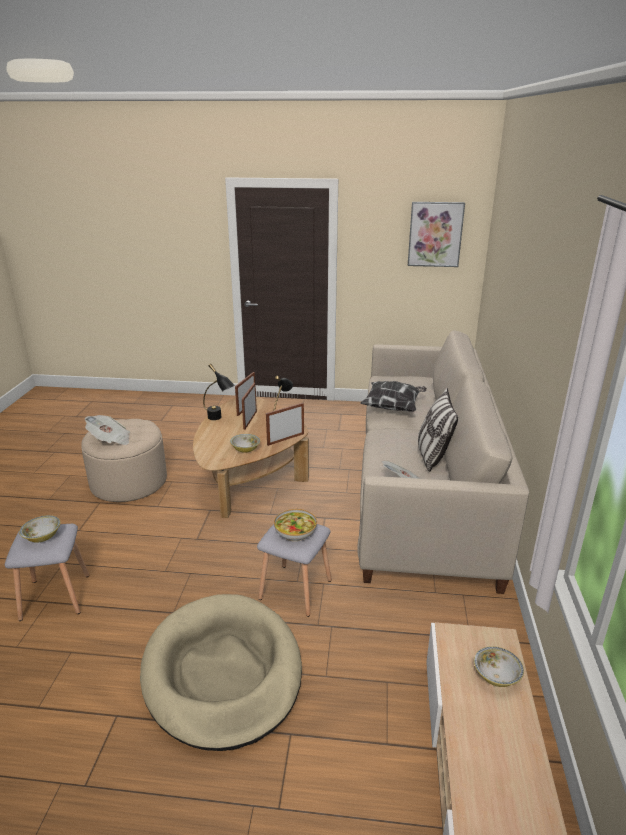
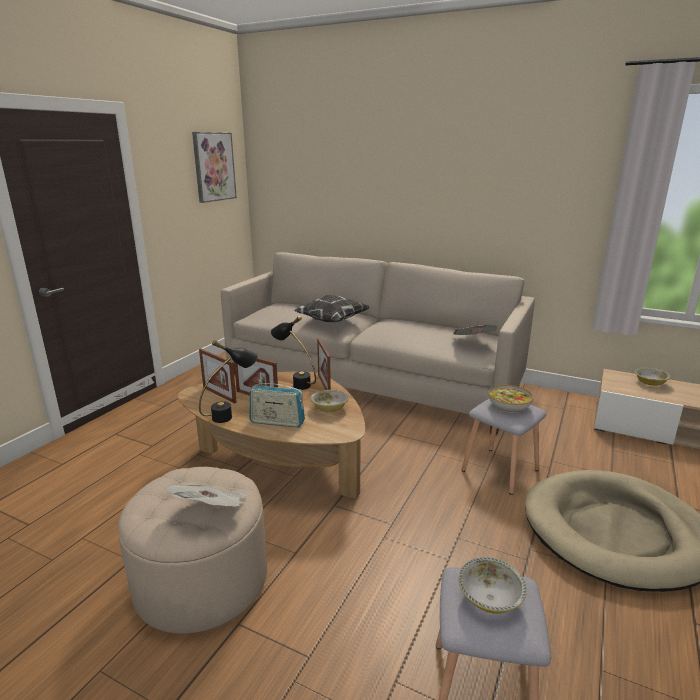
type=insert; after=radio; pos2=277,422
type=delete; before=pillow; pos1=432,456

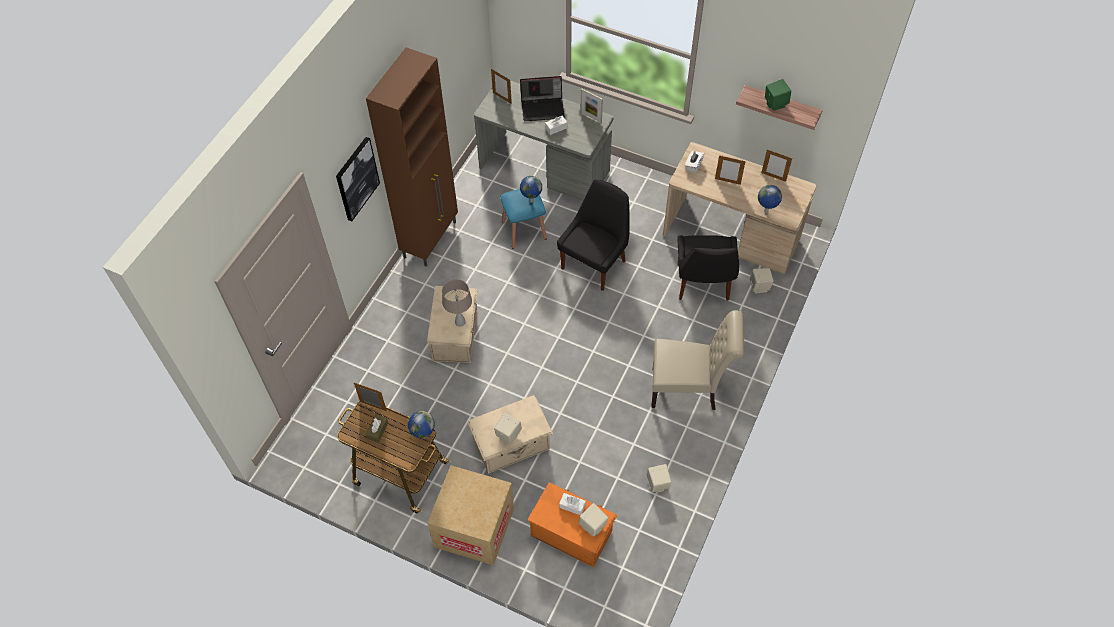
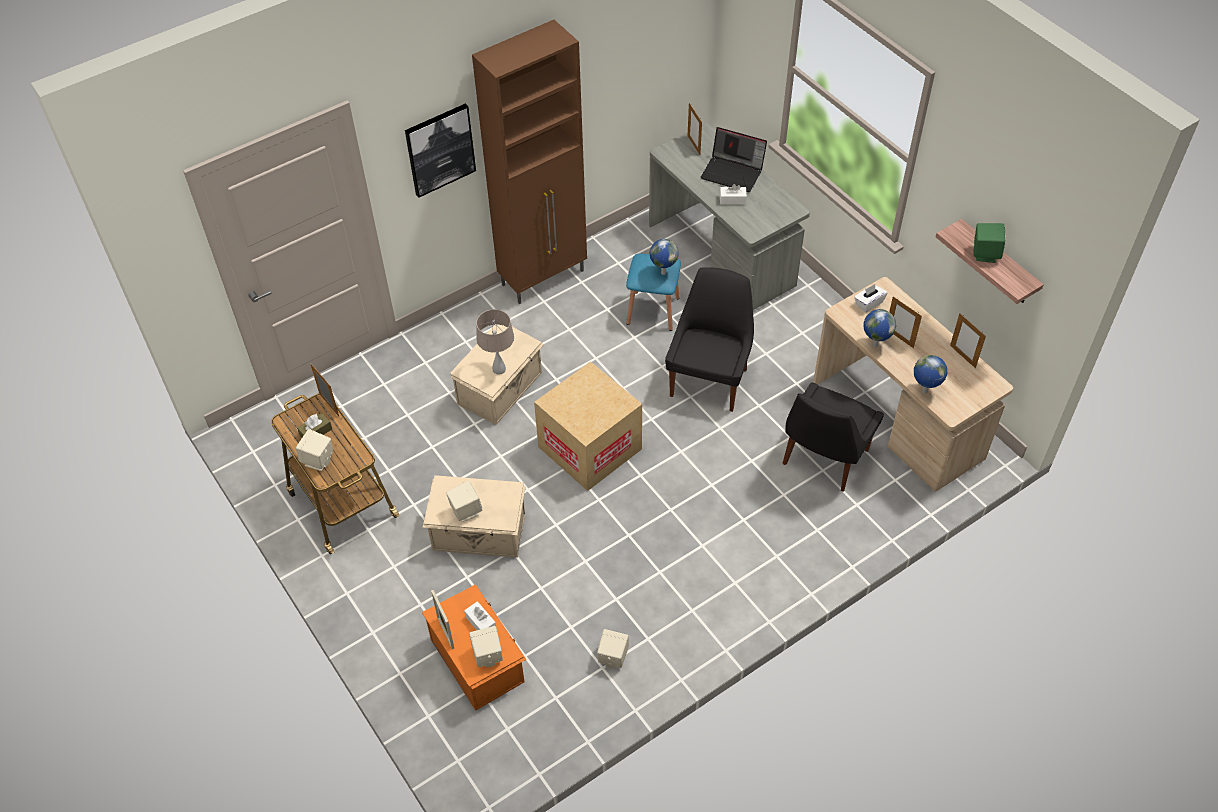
type=move; before=beige speaker; pos1=759,287; pos2=318,460
type=move; before=picture frame; pos1=590,118; pos2=445,633
type=move; before=cardboard box; pos1=474,527; pos2=590,448
type=rotate; before=black chair; pos1=595,263; pos2=709,380; turn=-45
type=move; before=globe; pos1=423,436; pos2=874,345
type=delete; before=beige chair; pos1=688,389

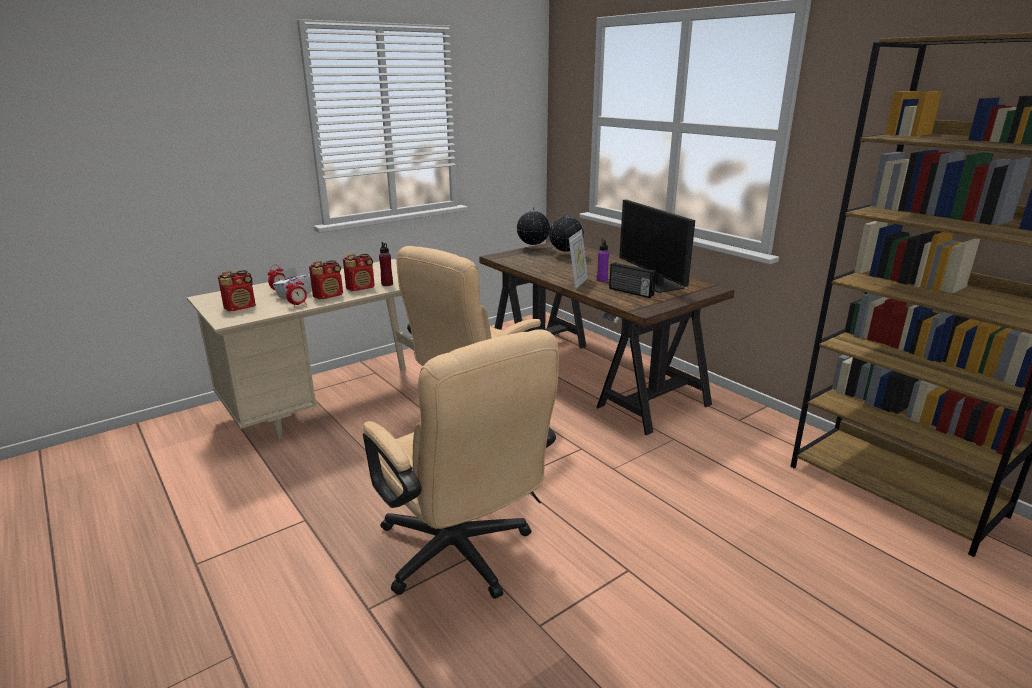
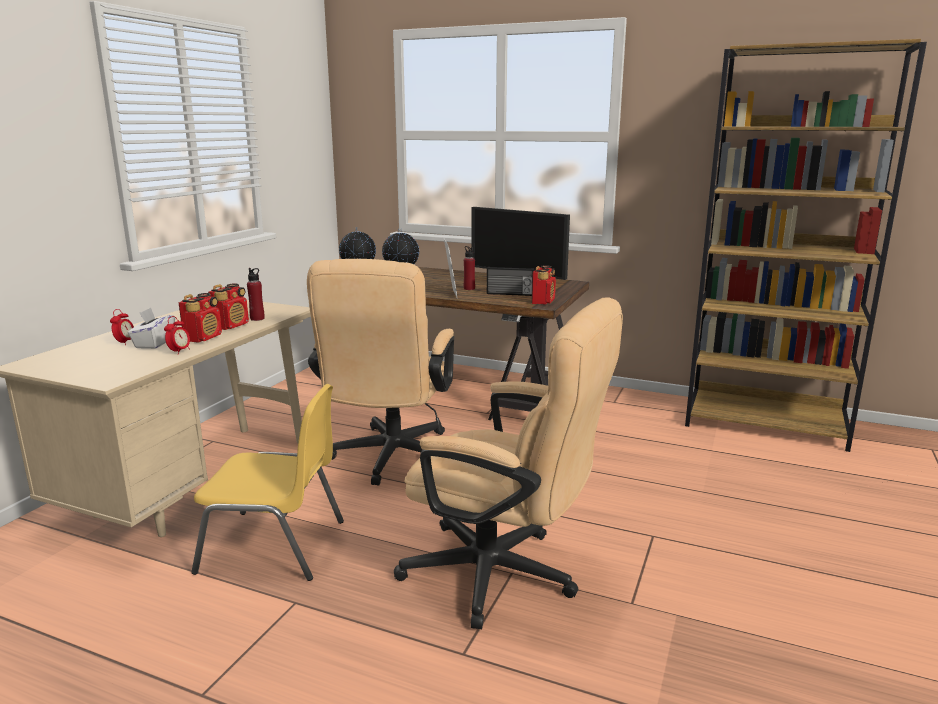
type=insert; after=yellow chair; pos2=275,546
type=recolor; before=purple bottle; after=red bottle; pos1=602,280; pos2=469,288
type=move; before=radio; pos1=241,307; pos2=543,301

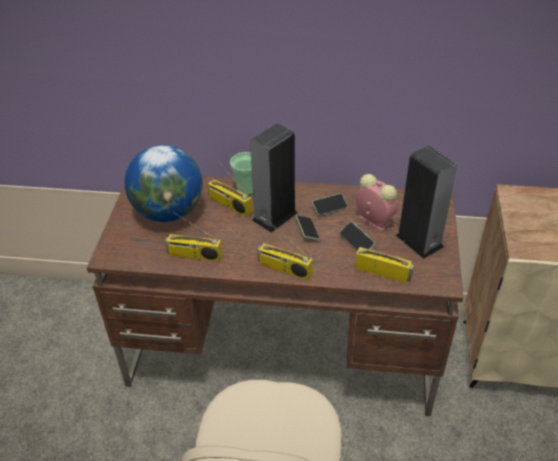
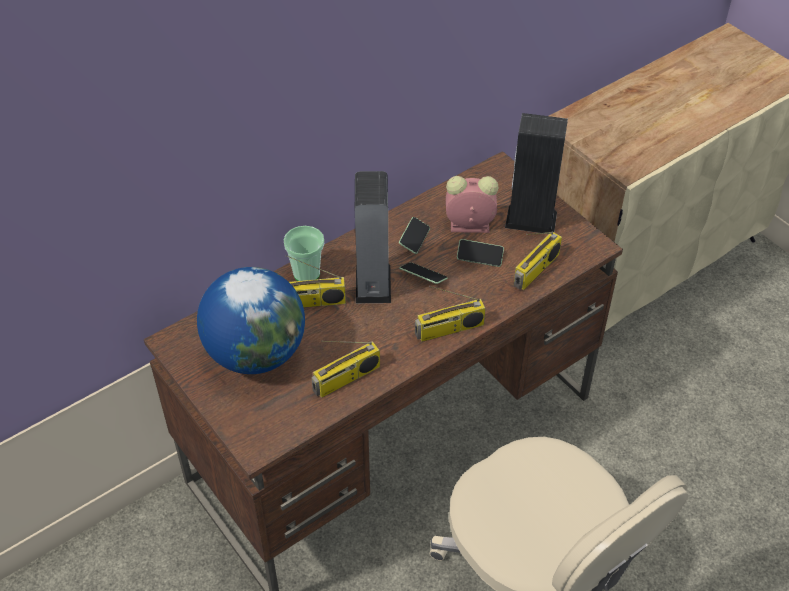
type=rotate; before=radio; pos1=383,272; pos2=536,270; turn=150

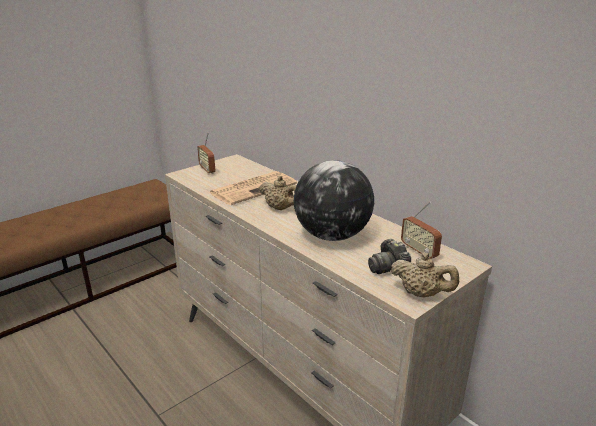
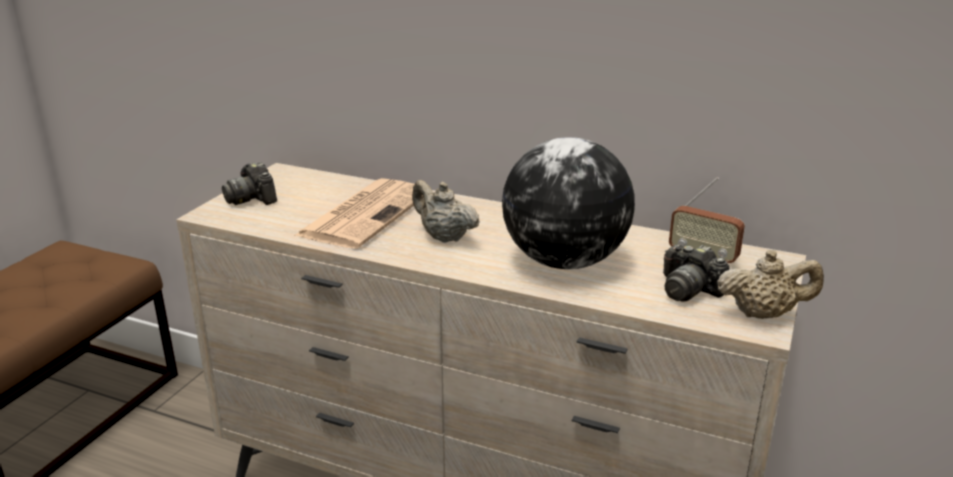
type=replace; before=radio; after=photo camera; pos1=207,170; pos2=252,198
type=rotate; before=beige teapot; pos1=280,208; pos2=444,237; turn=-150

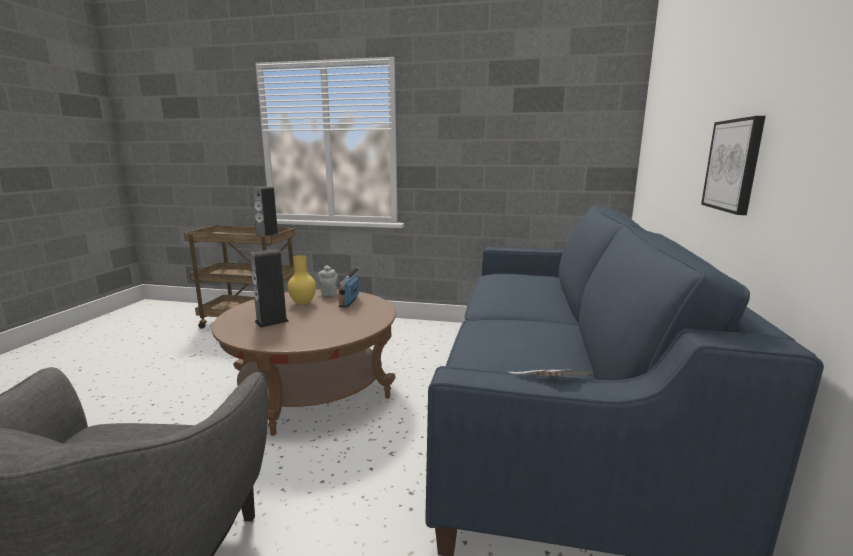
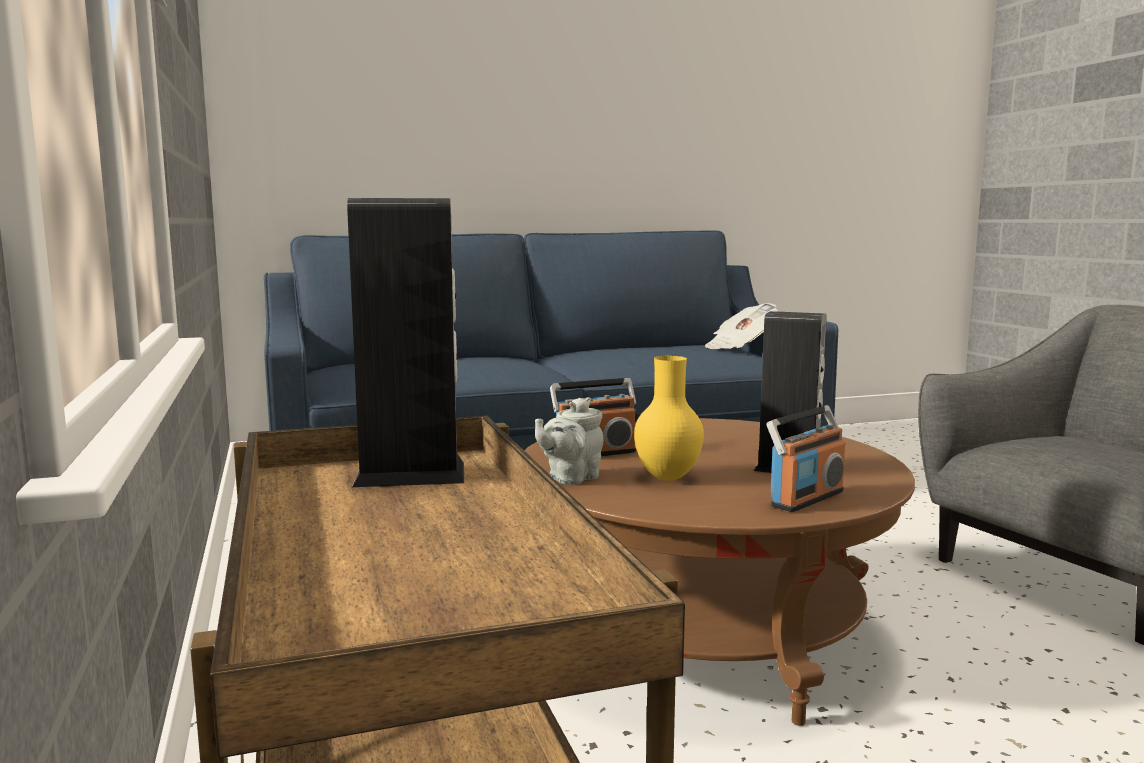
type=insert; after=radio; pos2=806,498
type=delete; before=picture; pos1=733,165

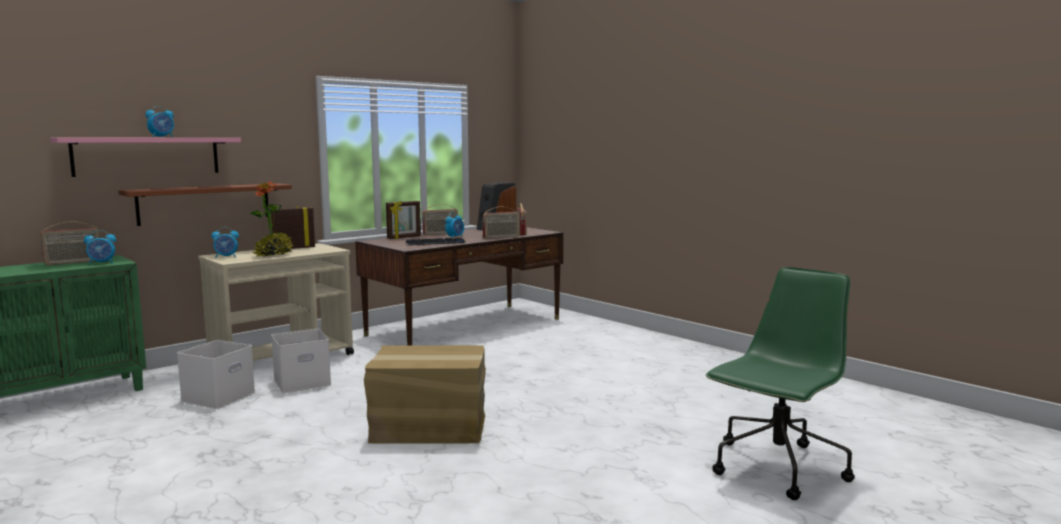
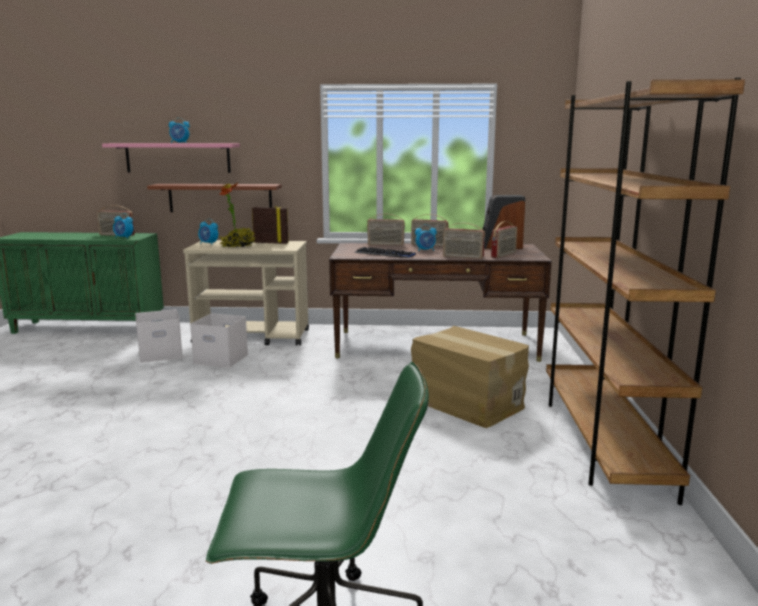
type=replace; before=picture frame; after=radio; pos1=404,237; pos2=385,244
type=move; before=cardboard box; pos1=428,428; pos2=466,403
type=insert; after=brown bookcase; pos2=602,441

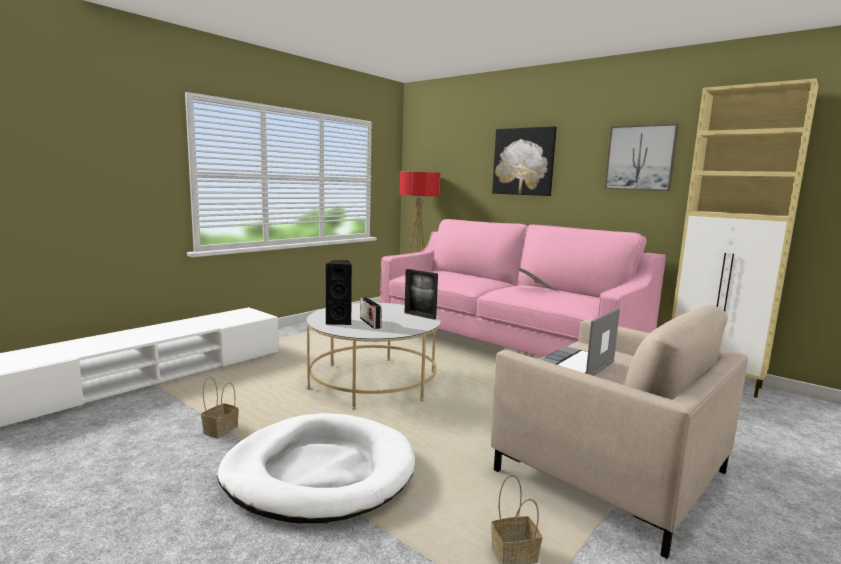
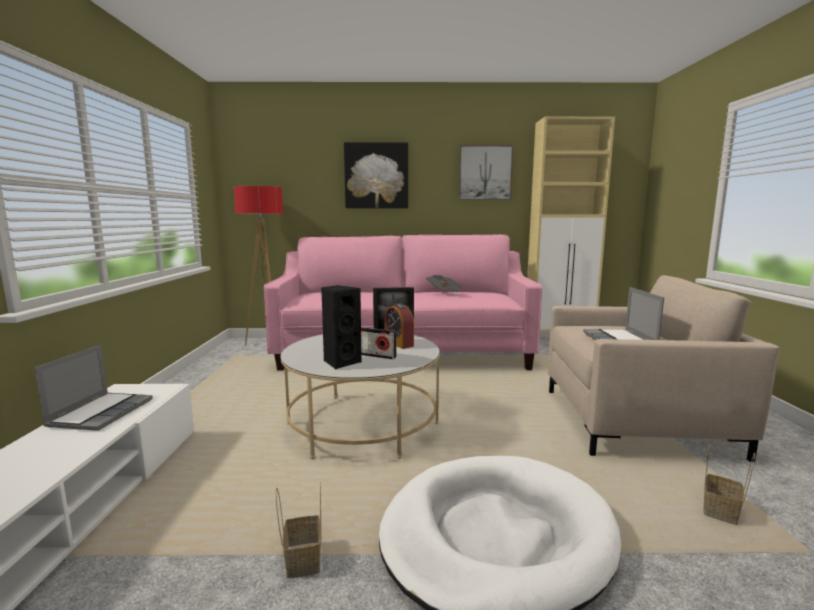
type=insert; after=laptop; pos2=101,412
type=insert; after=alarm clock; pos2=399,343

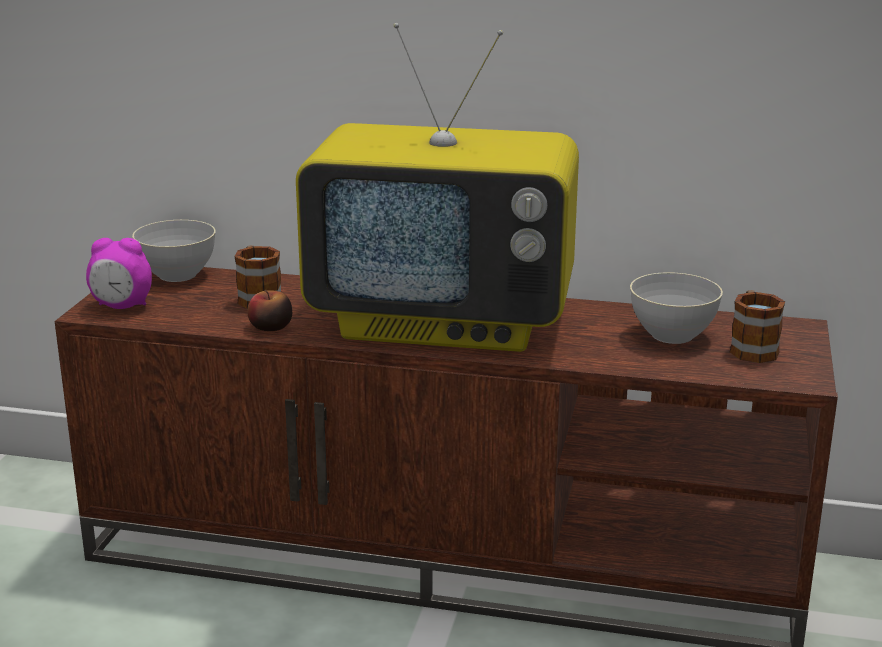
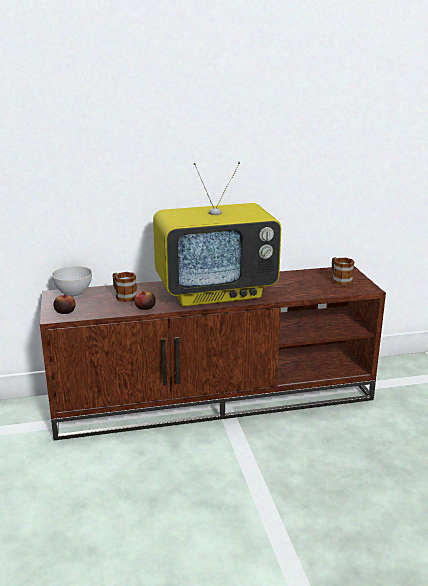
type=replace; before=alarm clock; after=apple; pos1=122,306; pos2=65,311
type=delete; before=grey bowl; pos1=672,335

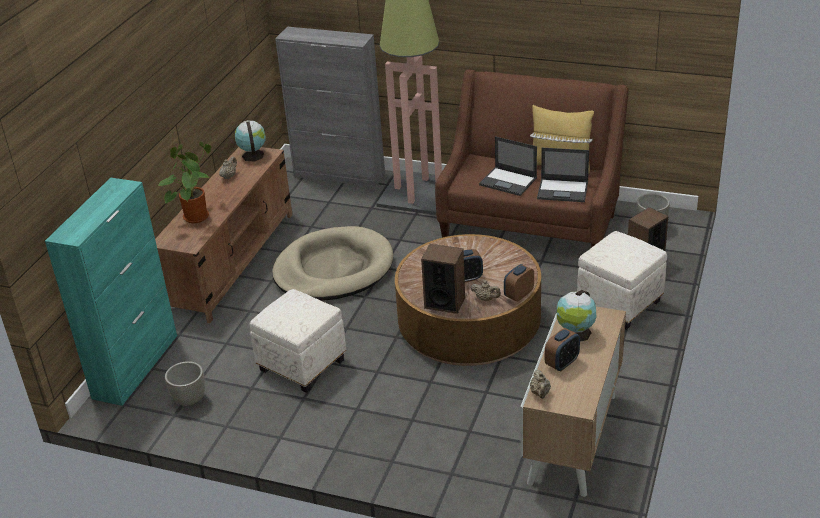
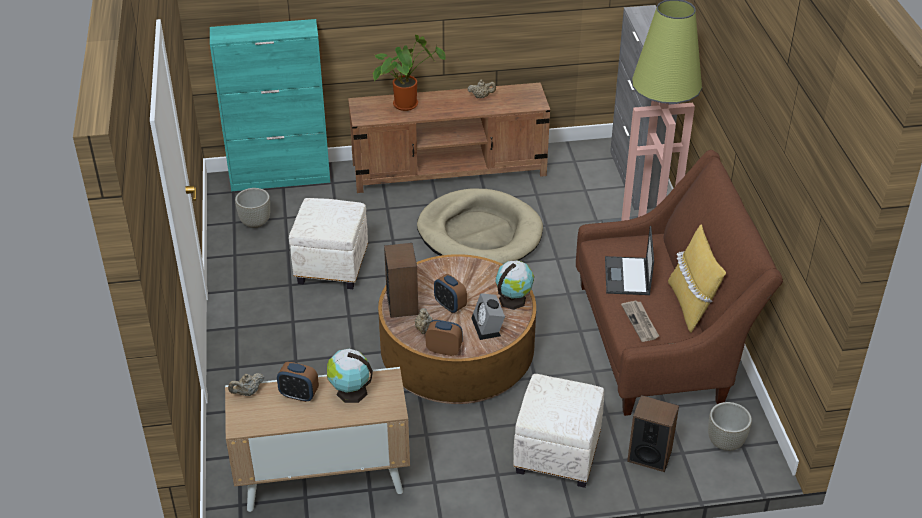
type=insert; after=alarm clock; pos2=488,327
type=move; before=globe; pos1=253,155; pos2=513,299
type=replace; before=laptop; after=newspaper; pos1=563,190; pos2=640,322

